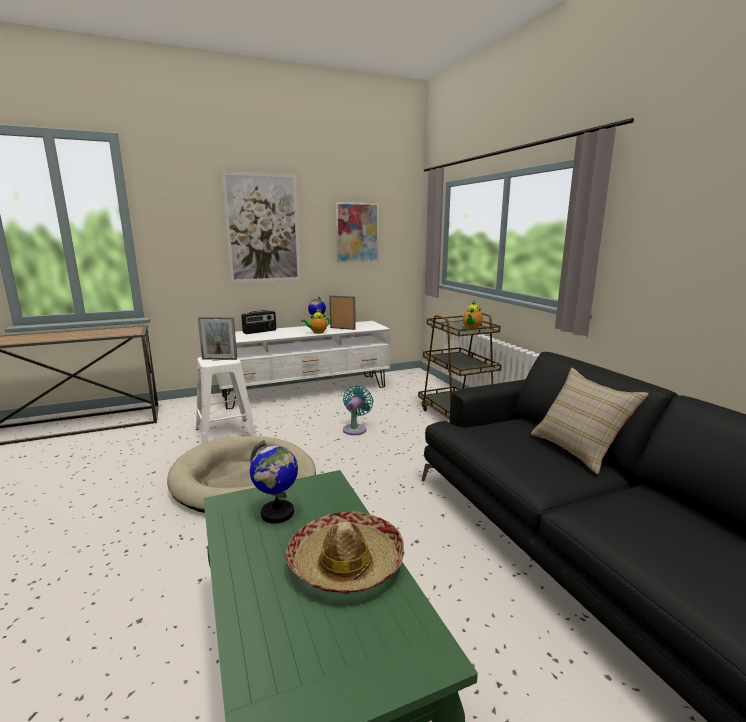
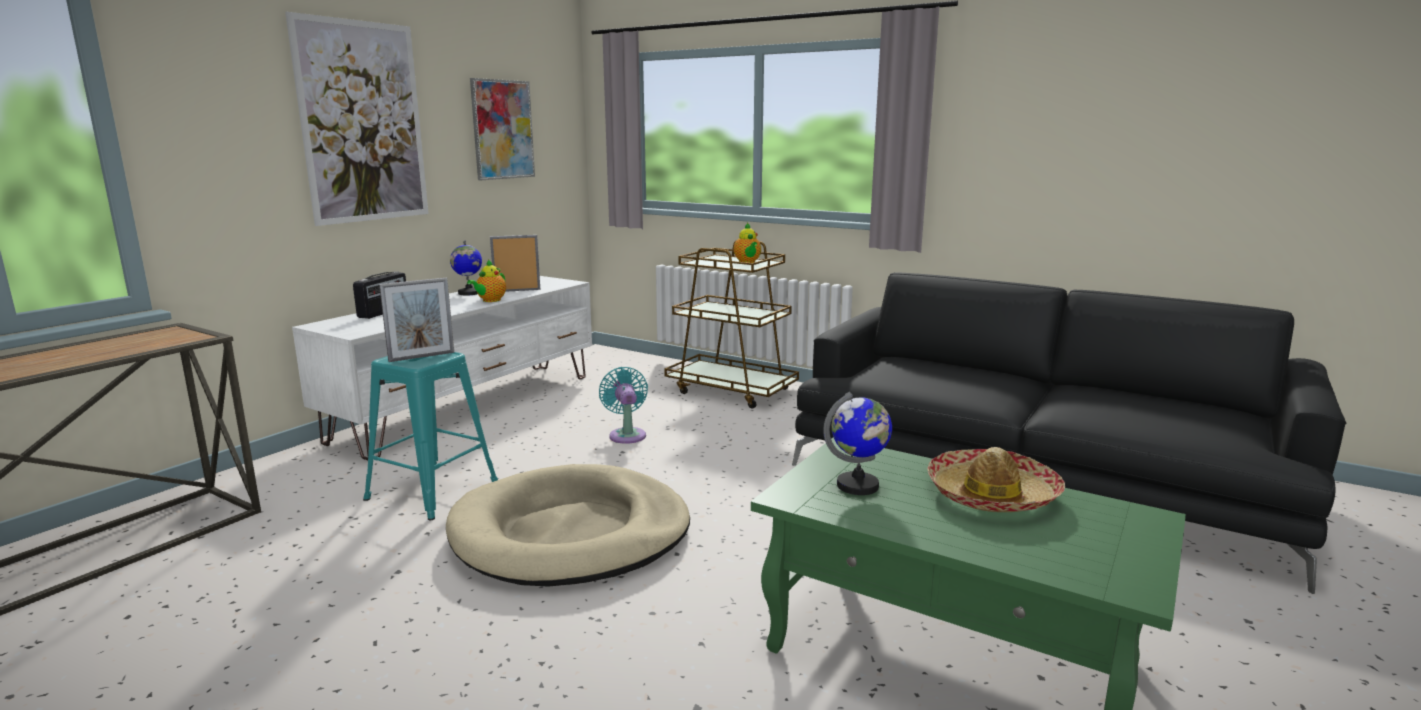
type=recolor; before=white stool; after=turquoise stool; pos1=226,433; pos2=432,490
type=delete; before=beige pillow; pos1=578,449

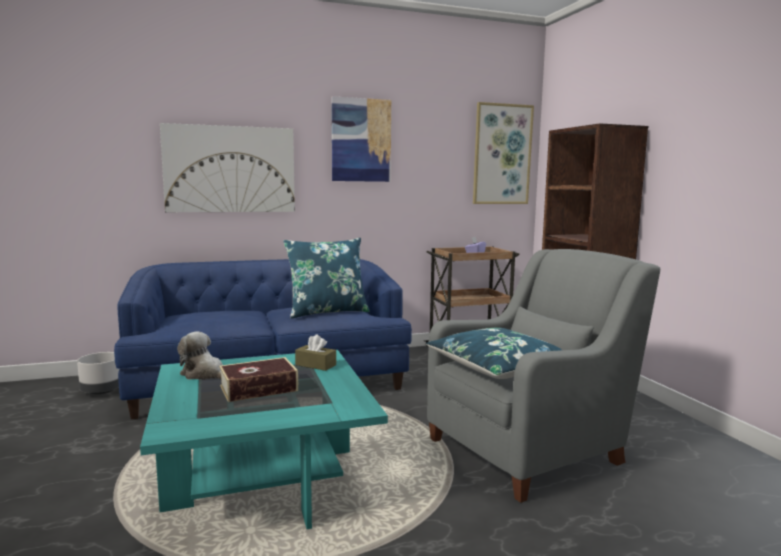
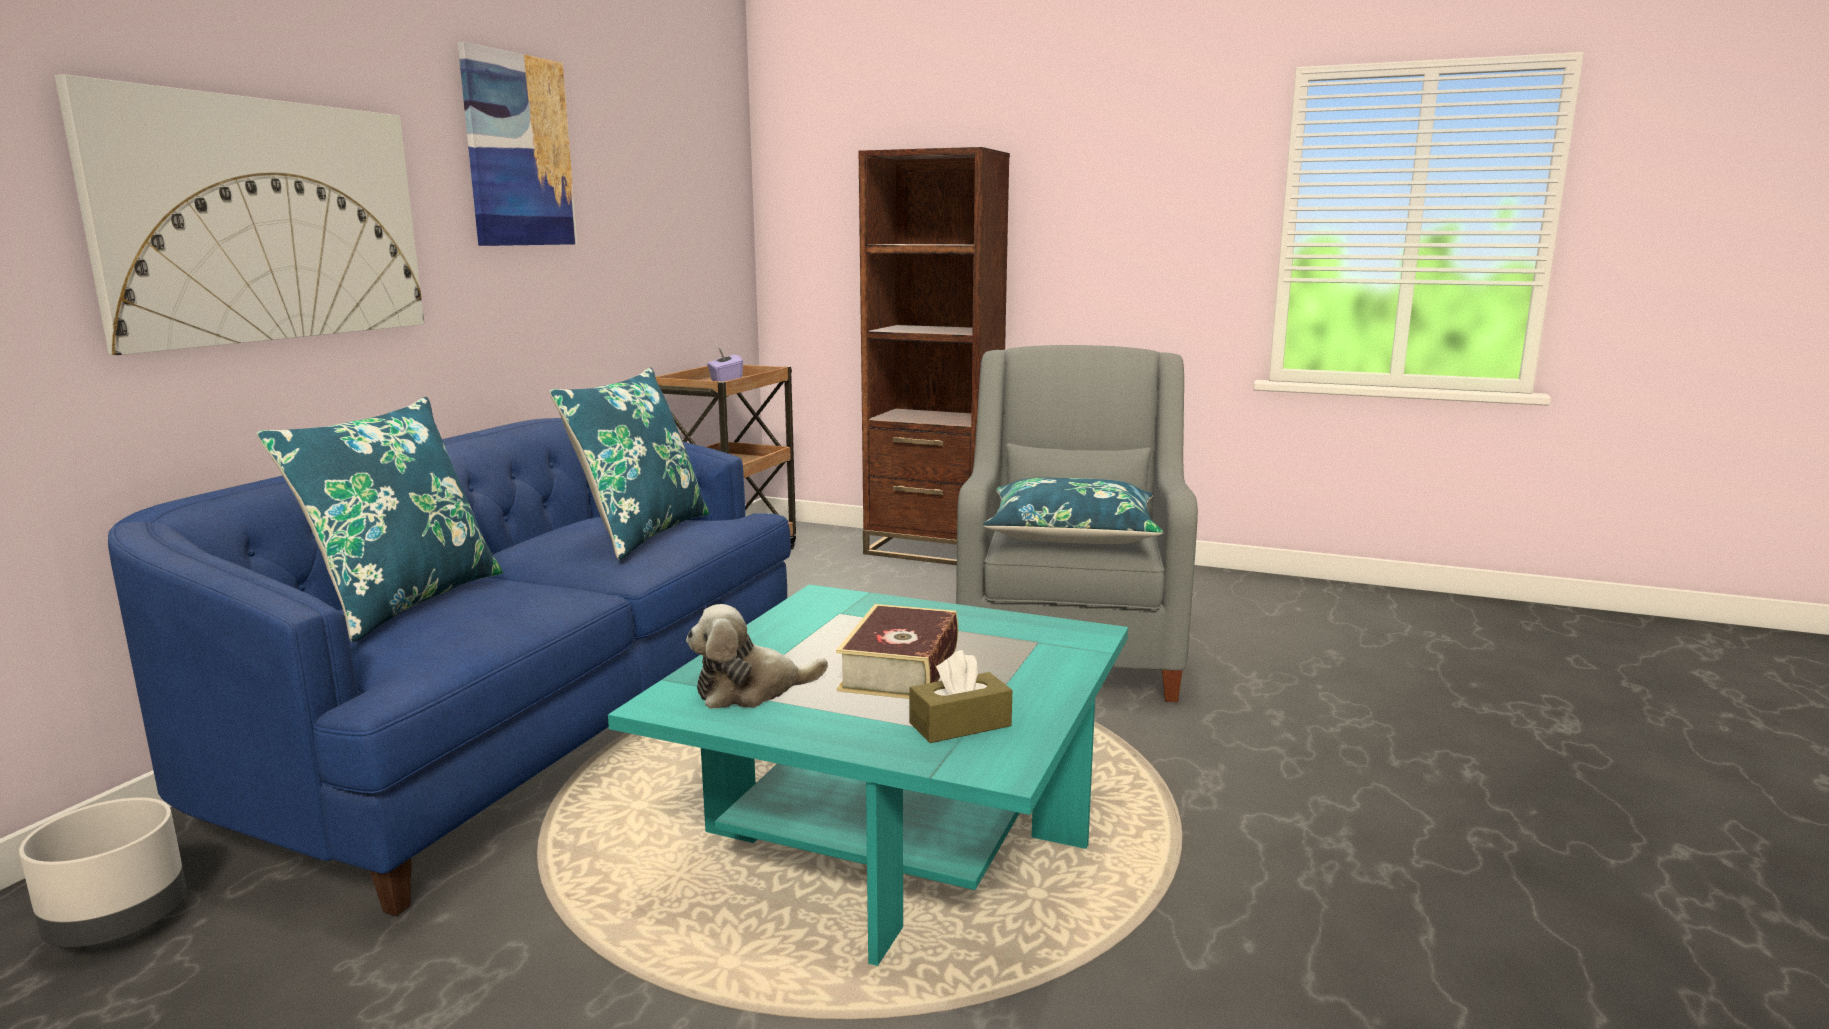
type=insert; after=blue pillow; pos2=404,601
type=move; before=brown tissue box; pos1=315,365; pos2=960,724
type=delete; before=picture; pos1=502,154

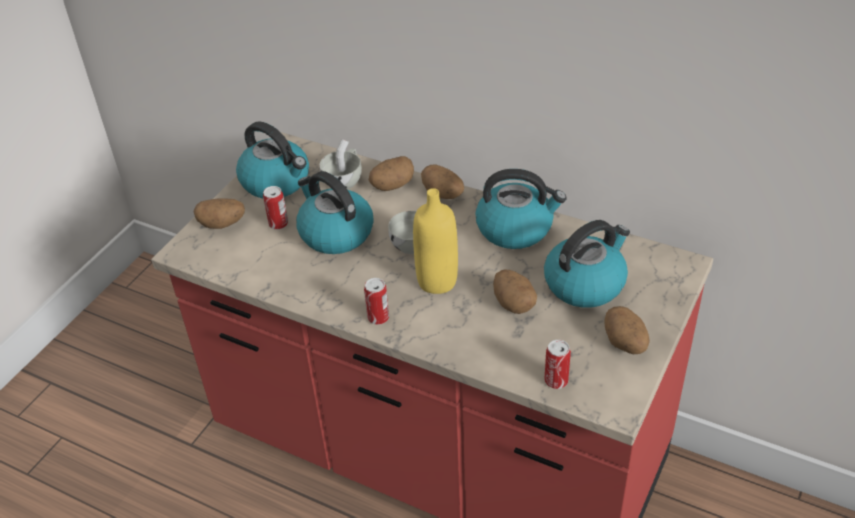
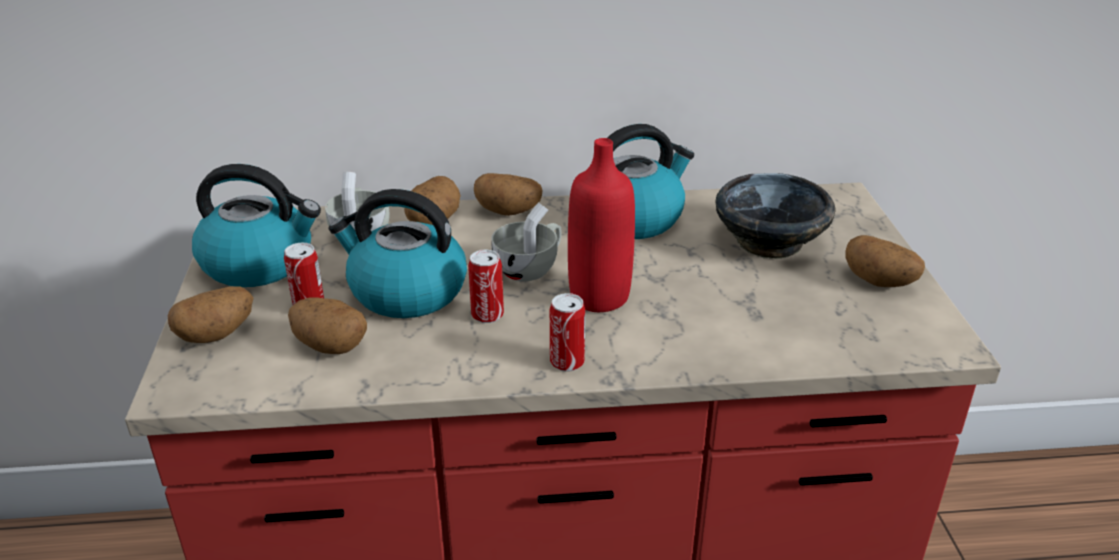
type=move; before=potato; pos1=513,303; pos2=330,345
type=move; before=can; pos1=556,381; pos2=487,315
type=recolor; before=yellow bottle; after=red bottle; pos1=437,281; pos2=599,297
type=replace; before=kettle; after=black bowl; pos1=585,283; pos2=769,242

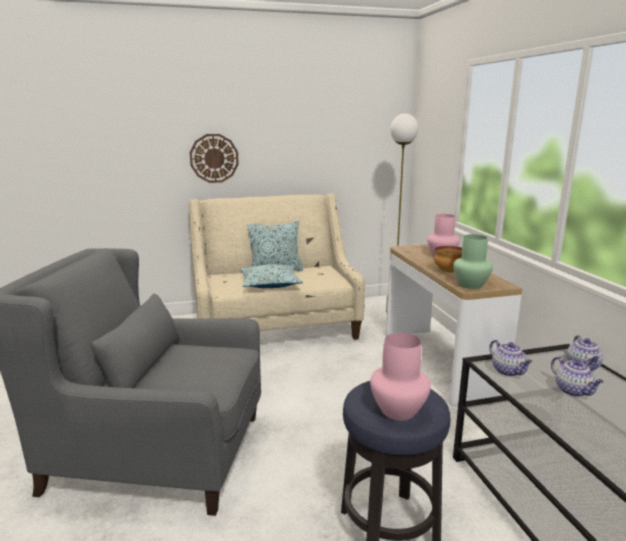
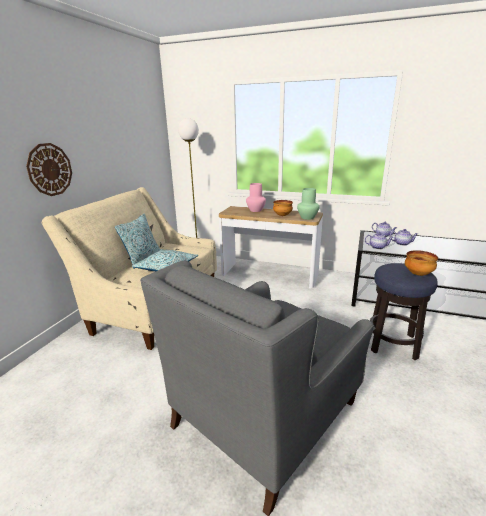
type=replace; before=pink vase; after=bowl; pos1=398,411; pos2=418,274

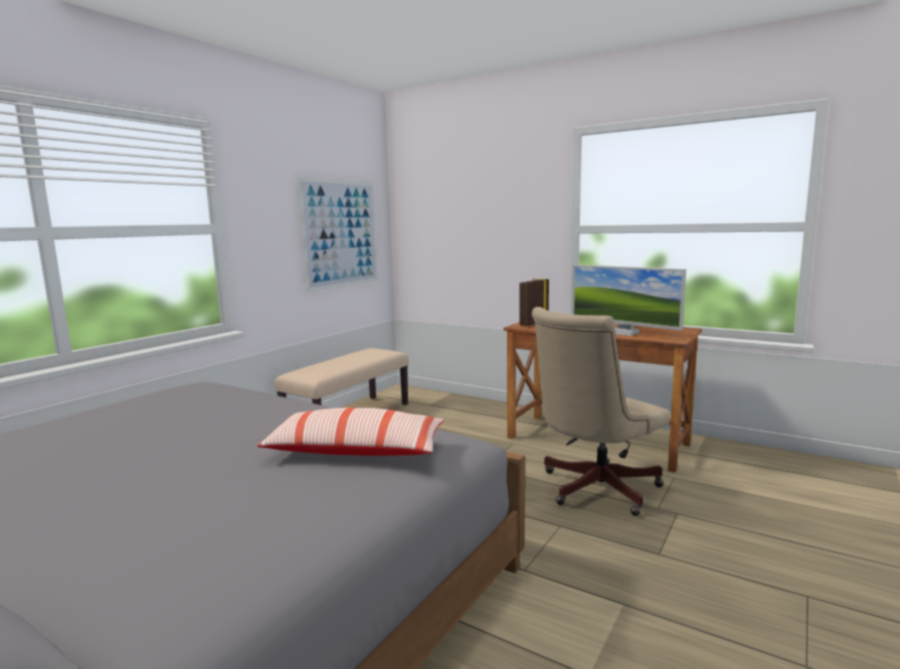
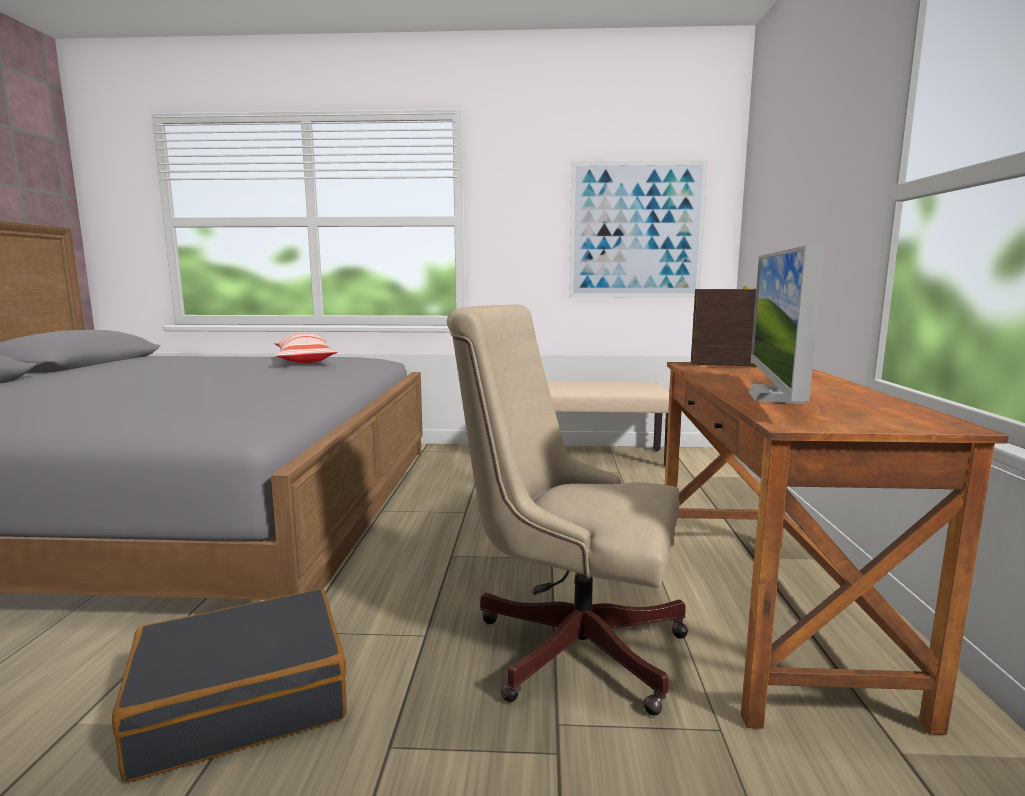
type=insert; after=black suitcase; pos2=242,700
type=move; before=pillow; pos1=356,451; pos2=304,360

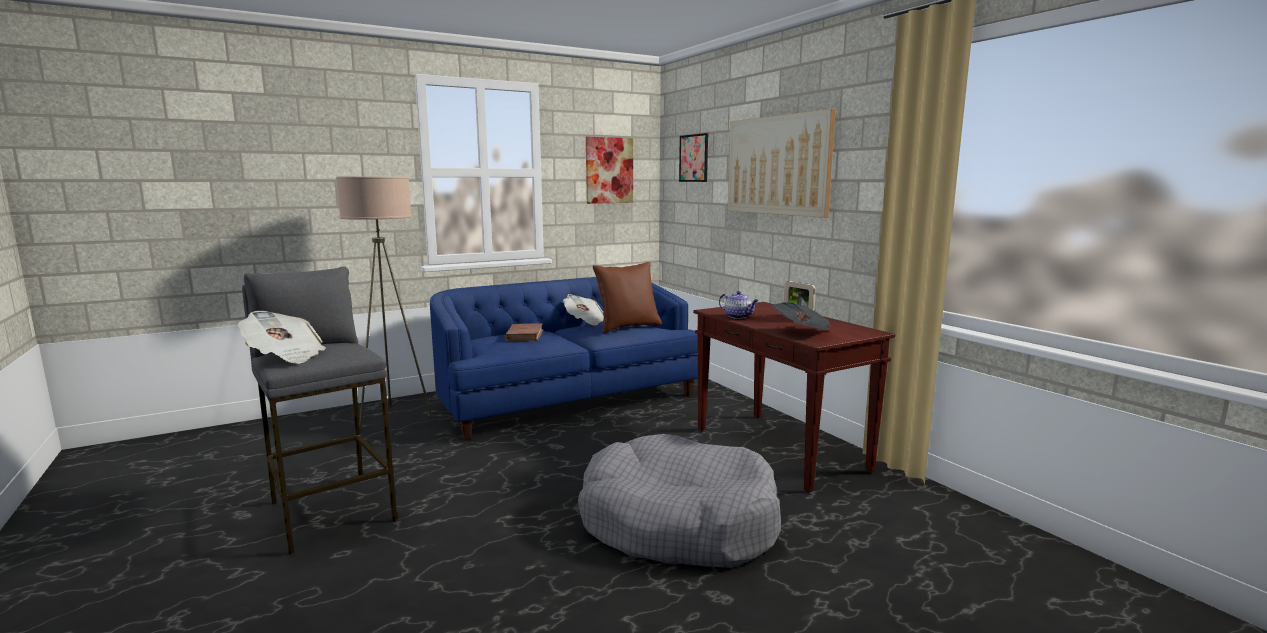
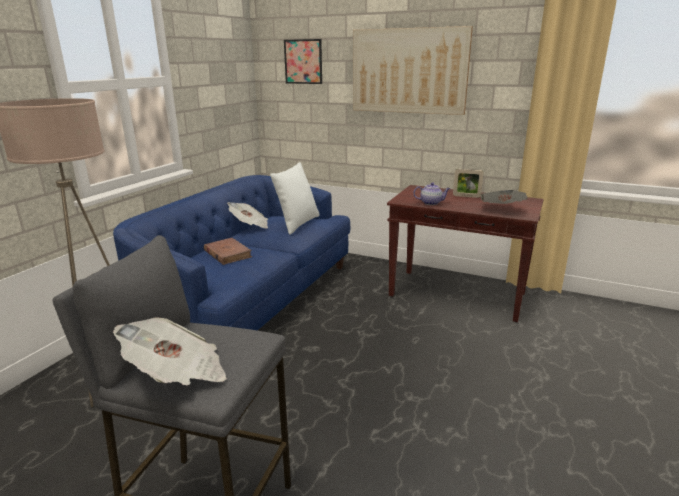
type=recolor; before=brown pillow; after=white pillow; pos1=627,327; pos2=297,224
type=delete; before=grey dog bed; pos1=678,522
type=delete; before=picture; pos1=609,170

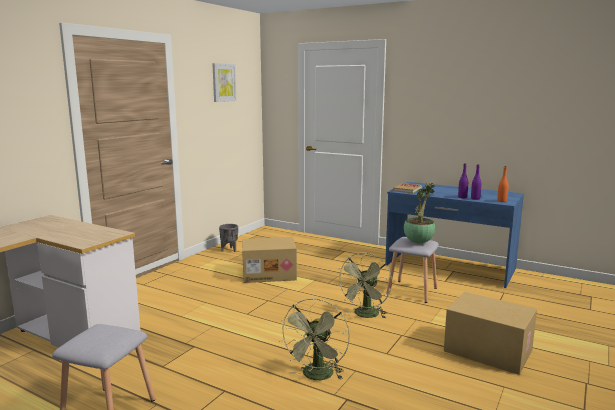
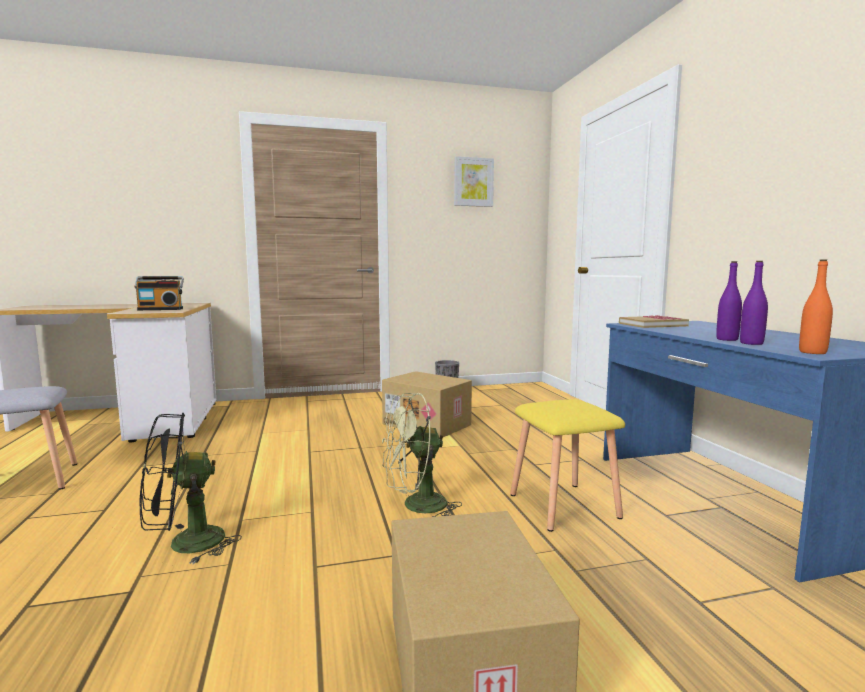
type=insert; after=radio; pos2=161,309
type=recolor; before=green fan; after=black fan; pos1=317,376; pos2=184,545
type=recolor; before=grey stool; after=yellow stool; pos1=411,291; pos2=562,505
type=delete; before=potted plant; pos1=418,242

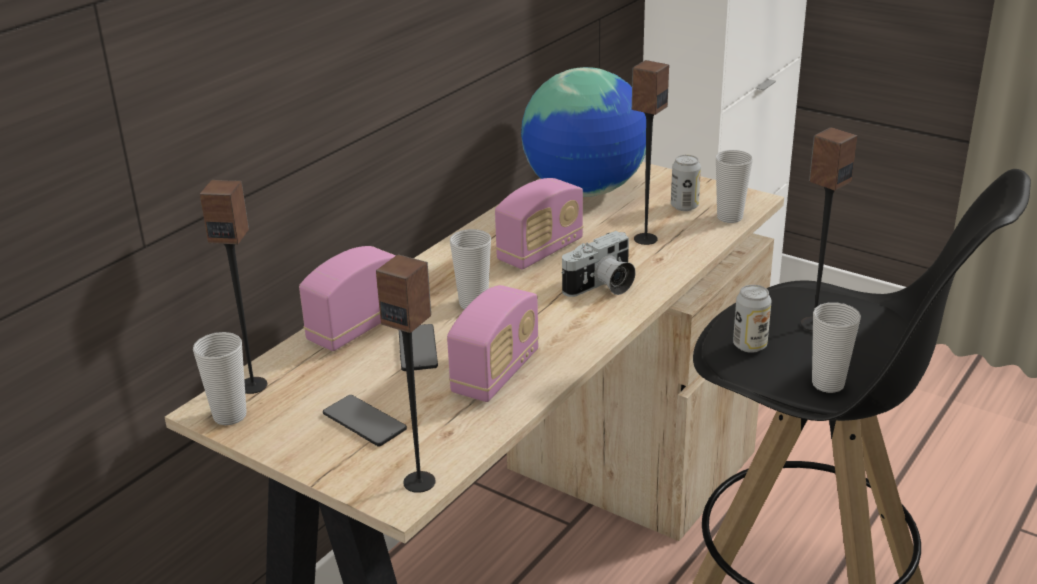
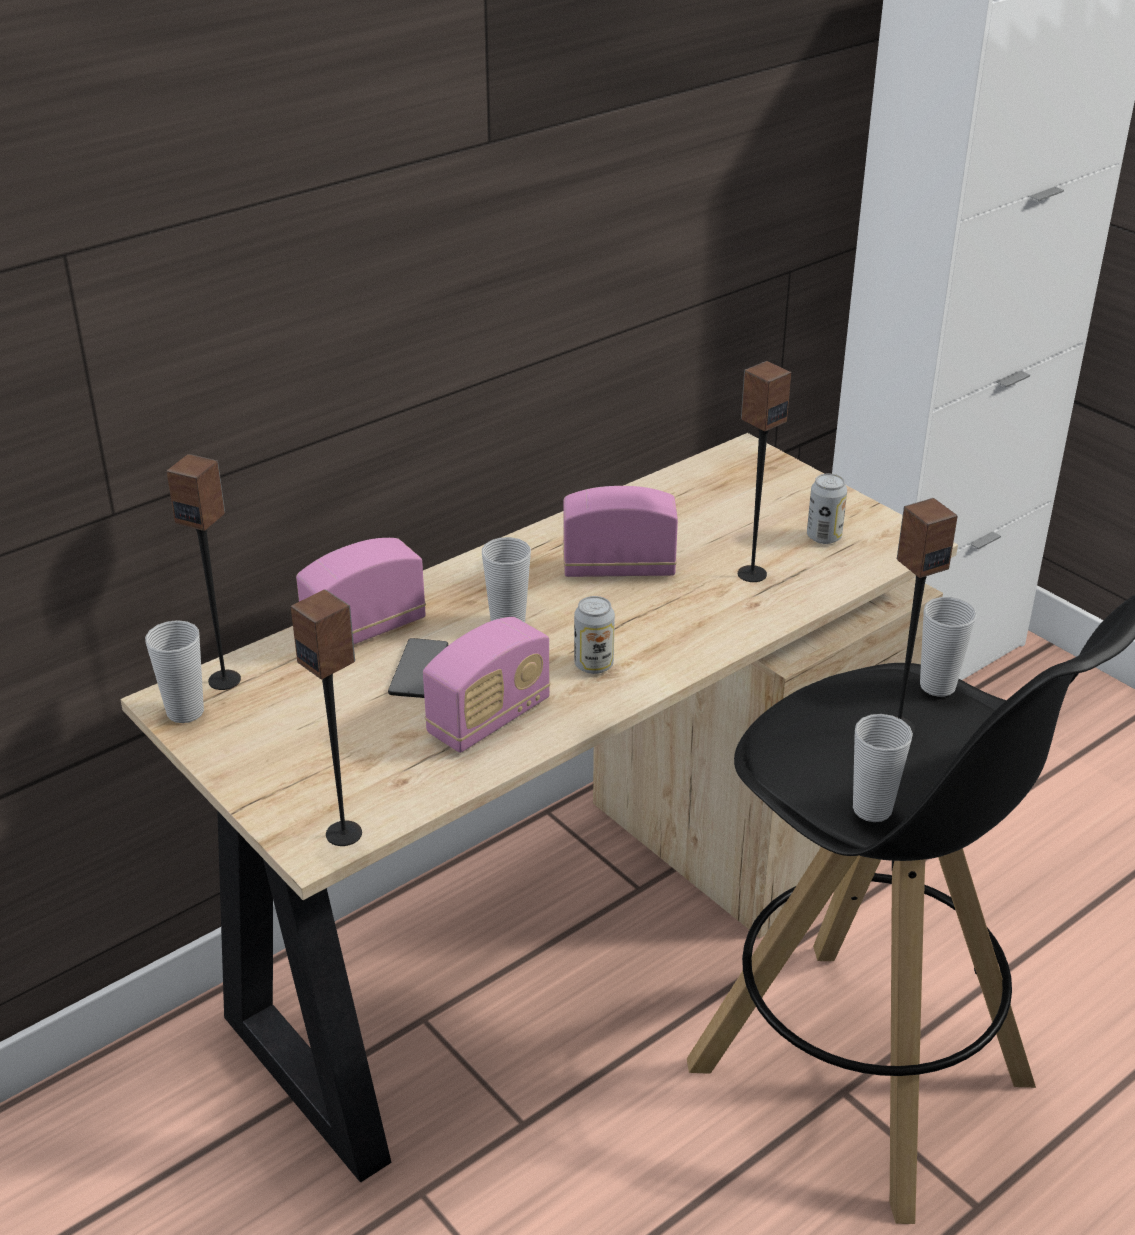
type=rotate; before=radio; pos1=540,251; pos2=618,568; turn=-150
type=move; before=can; pos1=749,345; pos2=593,665
type=move; before=cup; pos1=729,217; pos2=937,686
type=delete; before=phone; pos1=364,422
type=delete; before=globe; pos1=585,191
type=delete; before=photo camera; pos1=602,287

